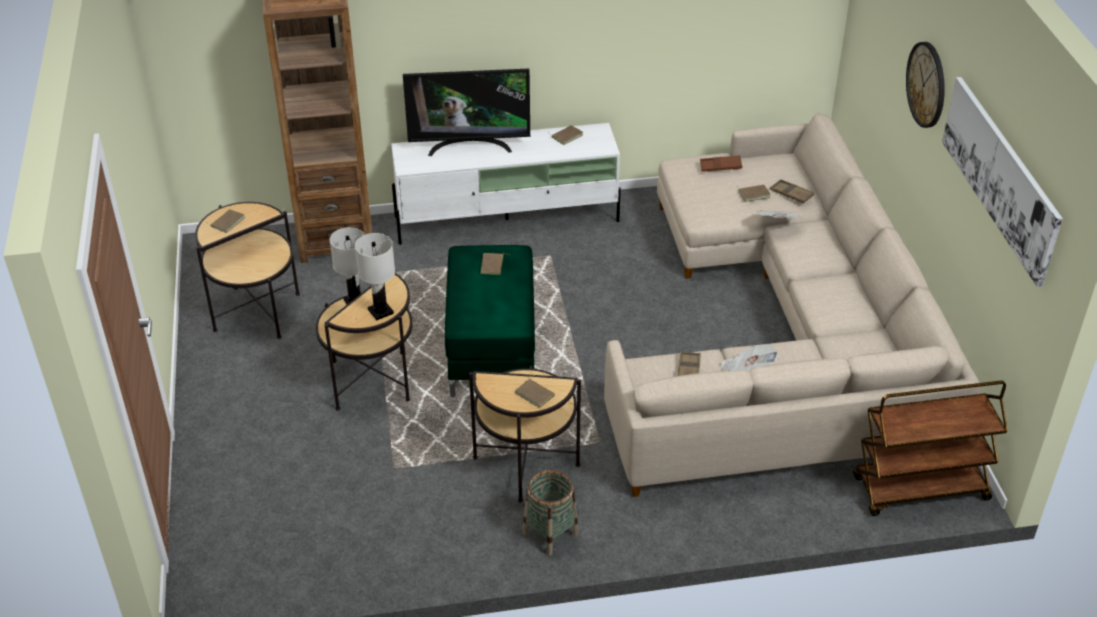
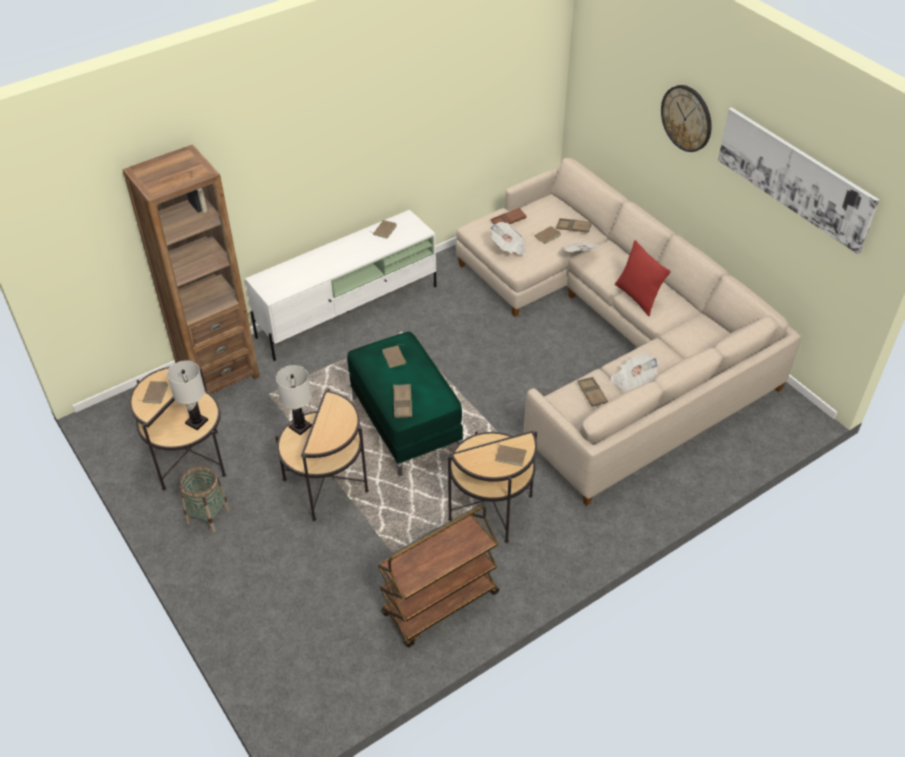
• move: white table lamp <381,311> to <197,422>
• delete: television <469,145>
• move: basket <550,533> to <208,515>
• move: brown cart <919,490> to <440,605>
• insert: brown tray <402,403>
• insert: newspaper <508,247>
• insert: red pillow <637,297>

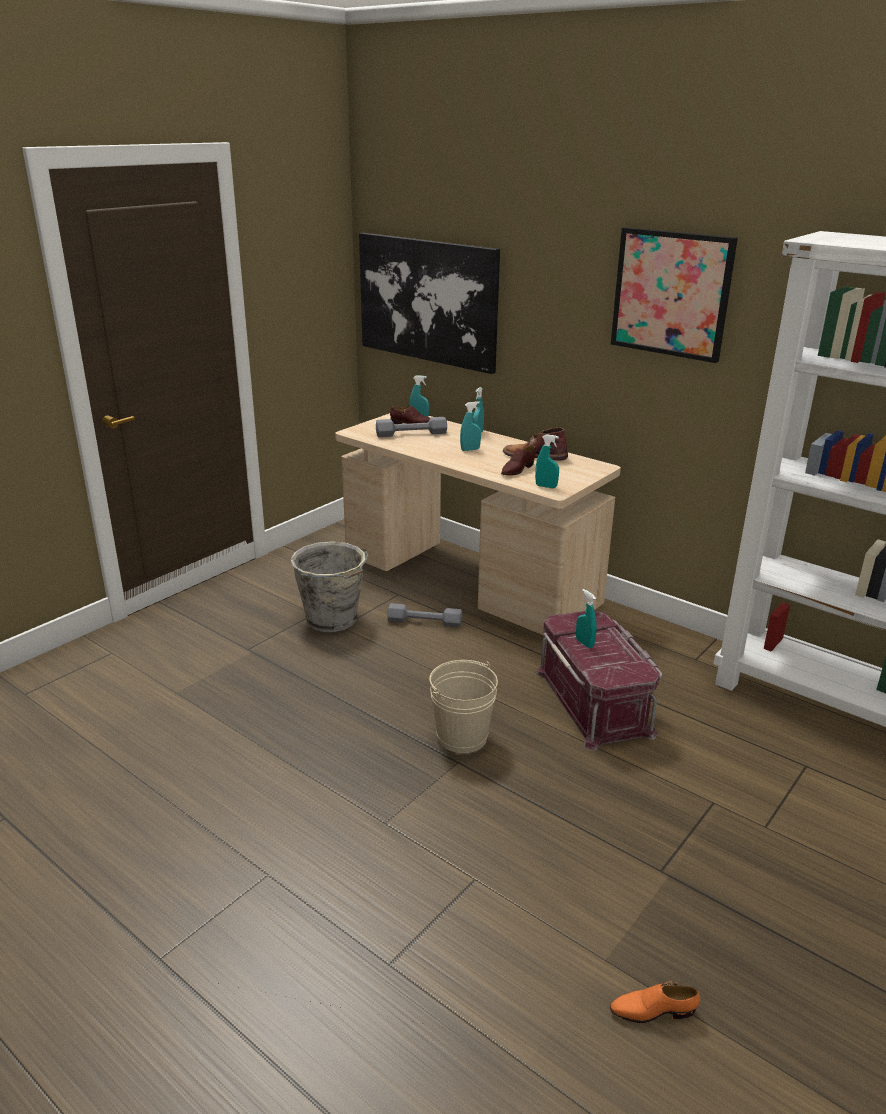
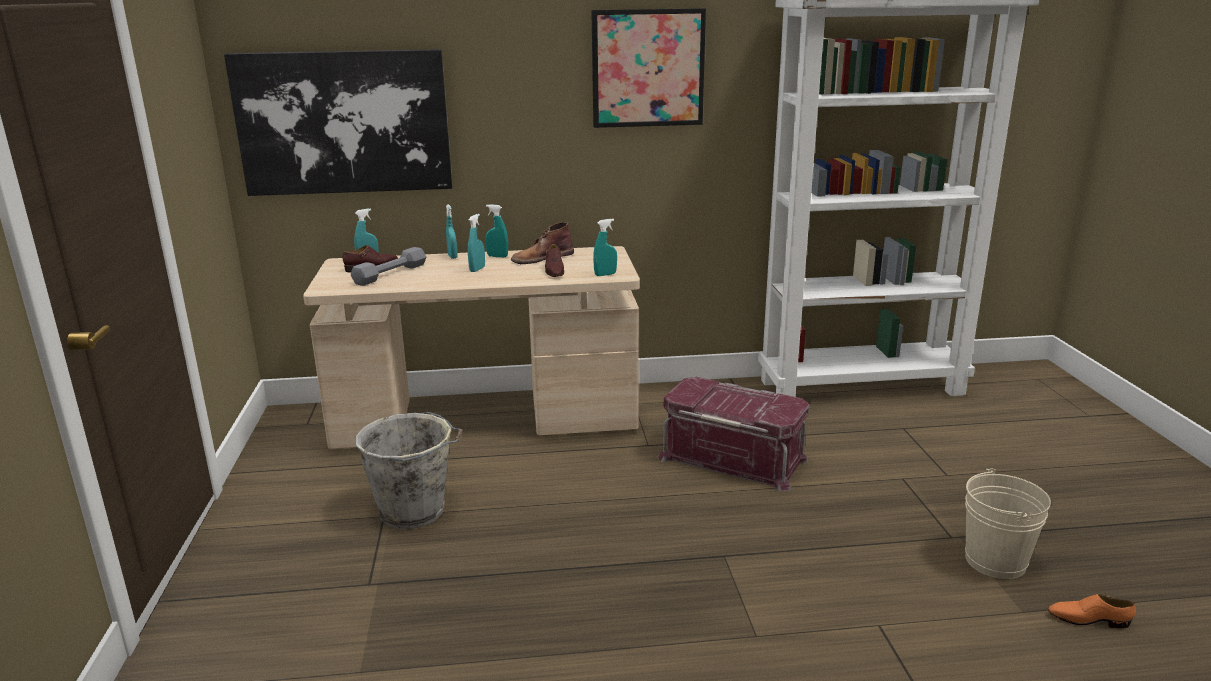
• delete: grey dumbbell <425,622>
• move: beige bucket <462,736> to <995,561>
• move: turquoise spray bottle <584,643> to <497,256>
• rotate: orange shoe <652,1010> = <1088,619> 60 degrees clockwise

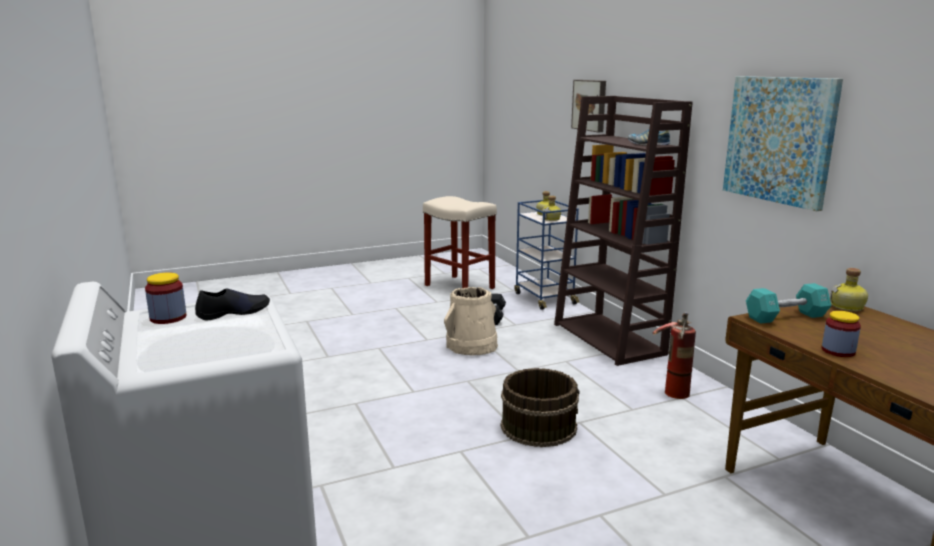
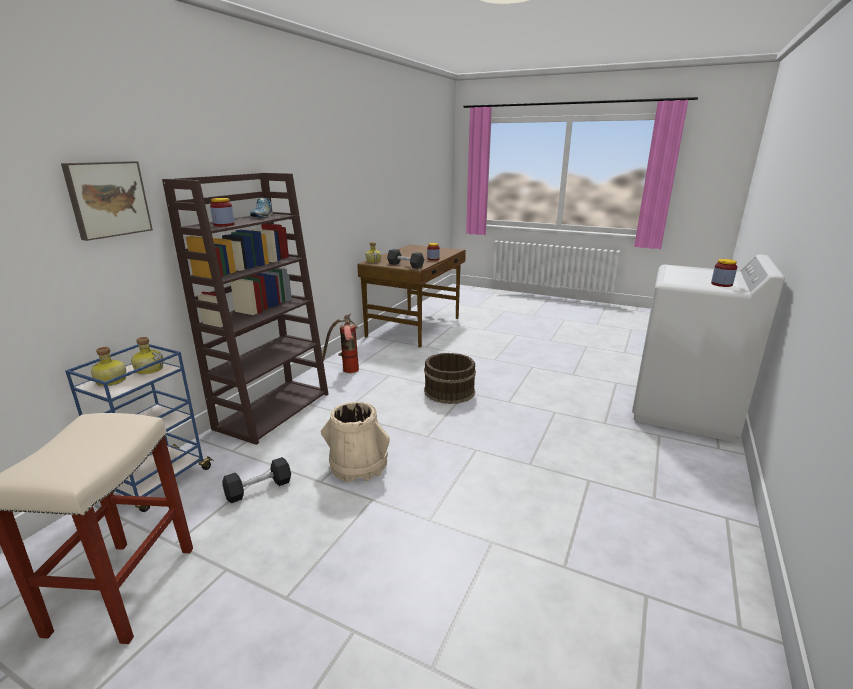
• delete: black shoe <233,312>
• delete: picture <779,140>
• recolor: turquoise dumbbell <786,317> to black dumbbell <405,265>
• insert: jar <224,225>

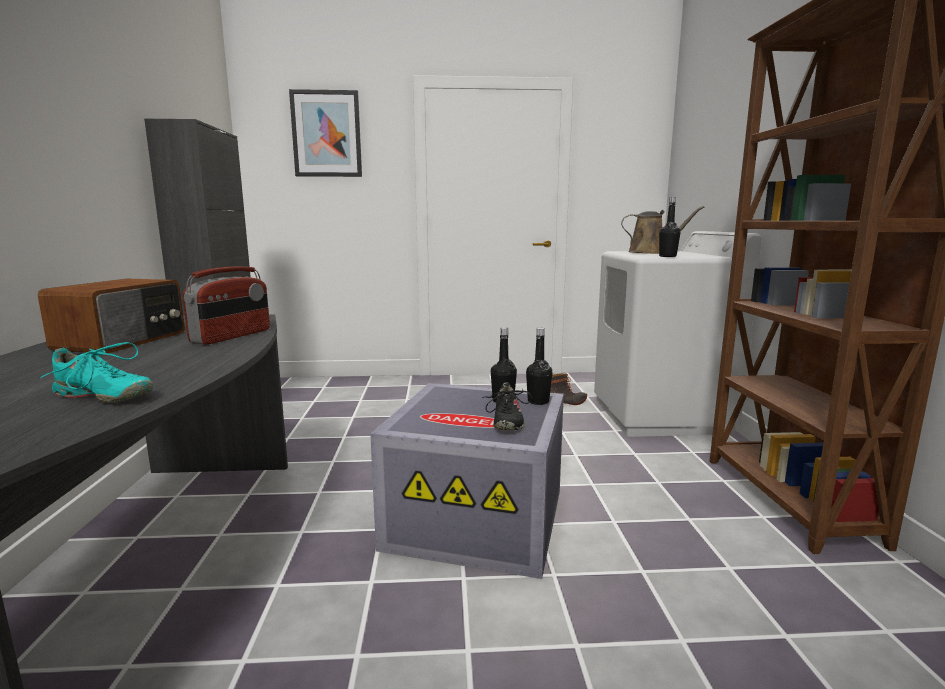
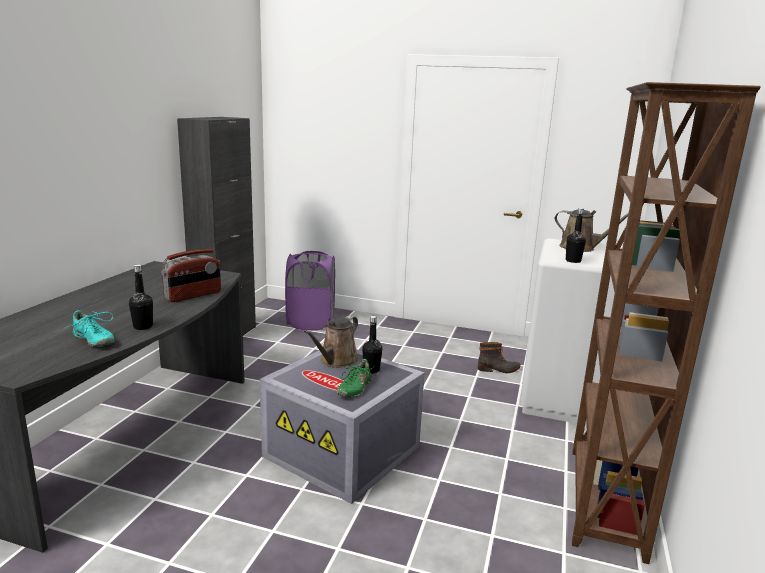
• delete: radio <124,341>
• delete: picture <326,134>
• recolor: black shoe <506,421> to green shoe <354,388>
• move: black bottle <538,401> to <143,326>
• insert: purple laundry basket <311,322>
• insert: brown watering can <336,361>

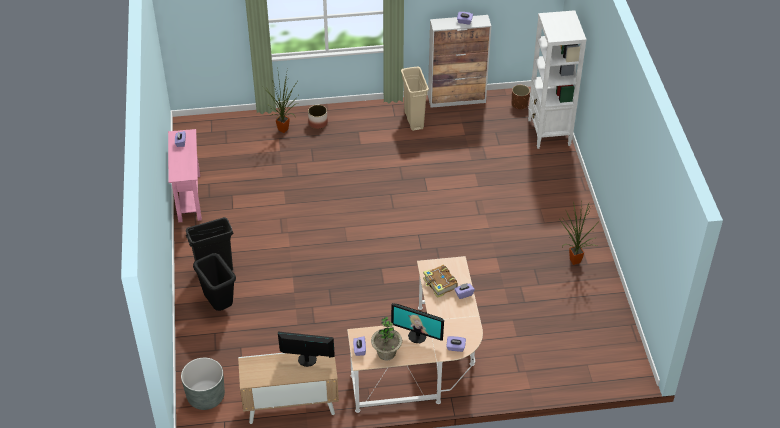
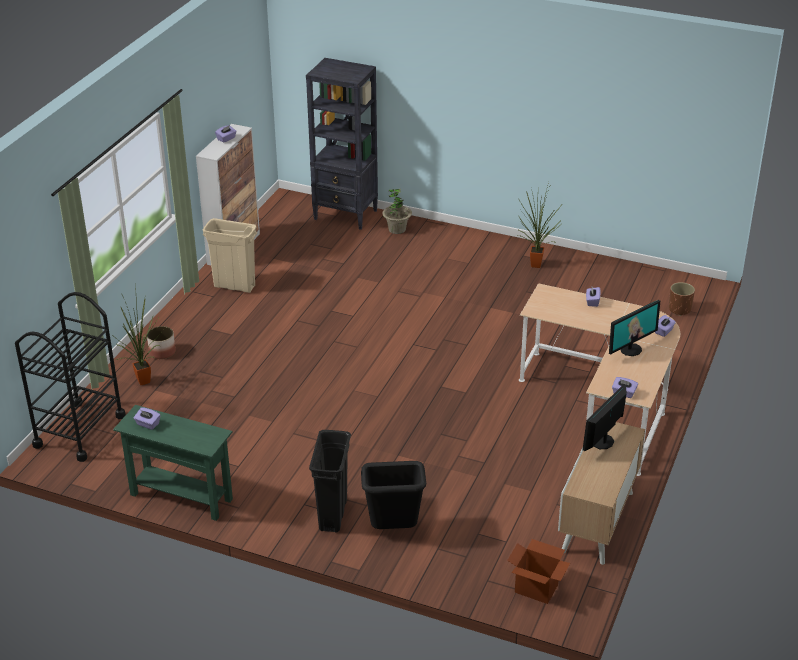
• recolor: pink console table <189,198> to green console table <181,497>
• replace: grey planter <206,396> to cardboard box <536,589>
• move: potted plant <386,353> to <397,229>
• delete: book <440,284>
• move: brown planter <519,104> to <679,309>
• recolor: white bookcase <549,133> to black bookcase <346,215>
• insert: black cart <79,431>

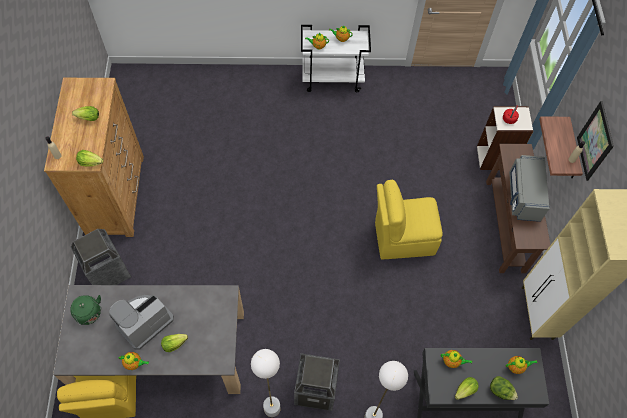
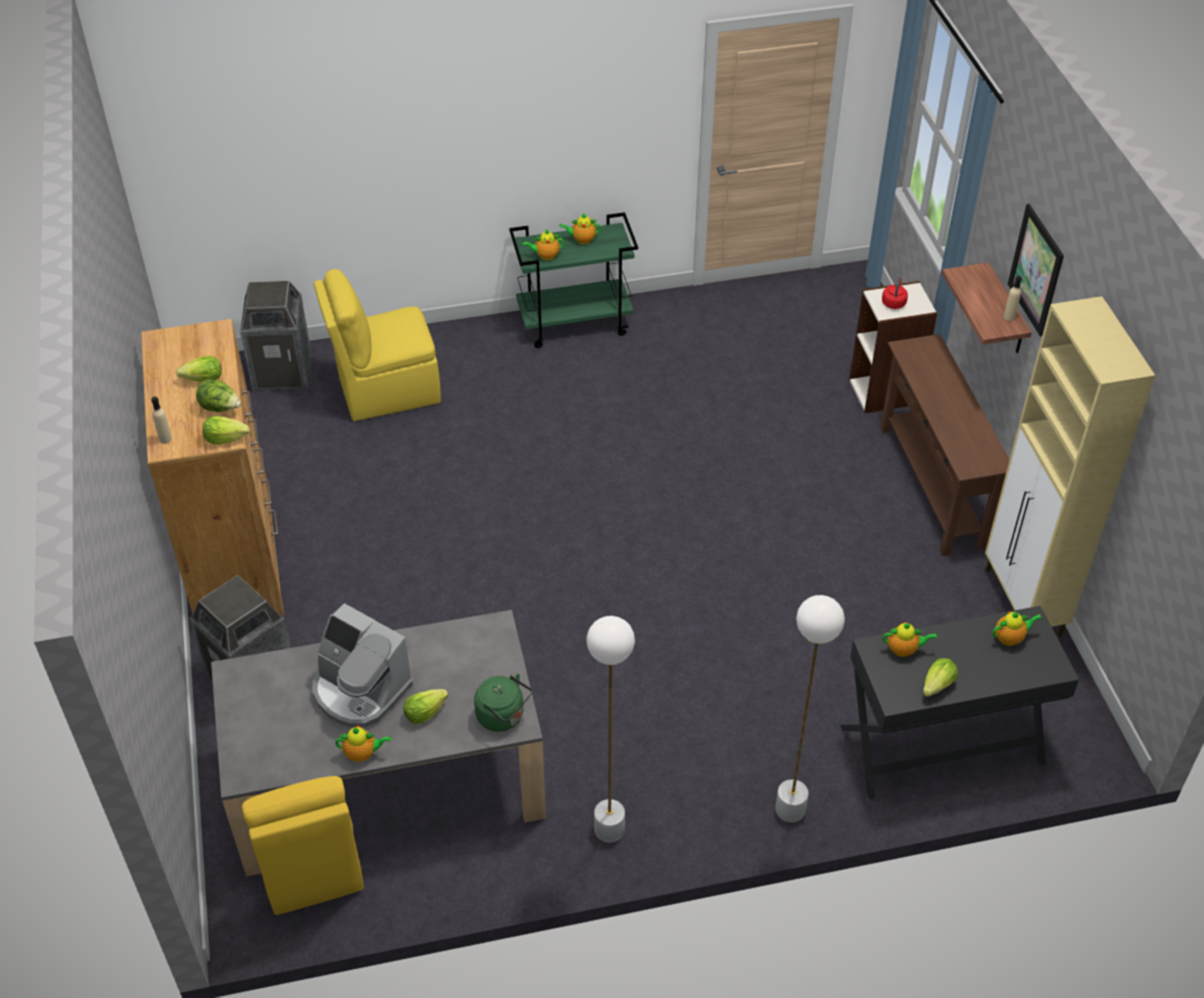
• move: green kettle <90,314> to <503,717>
• rotate: coffee machine <143,321> = <360,690> 90 degrees counterclockwise
• move: trash can <316,389> to <283,372>
• recolor: white cart <333,79> to green cart <575,323>
• move: yellow chair <402,238> to <386,390>
• move: lettuce <500,391> to <220,408>
• delete: grey microwave <523,195>

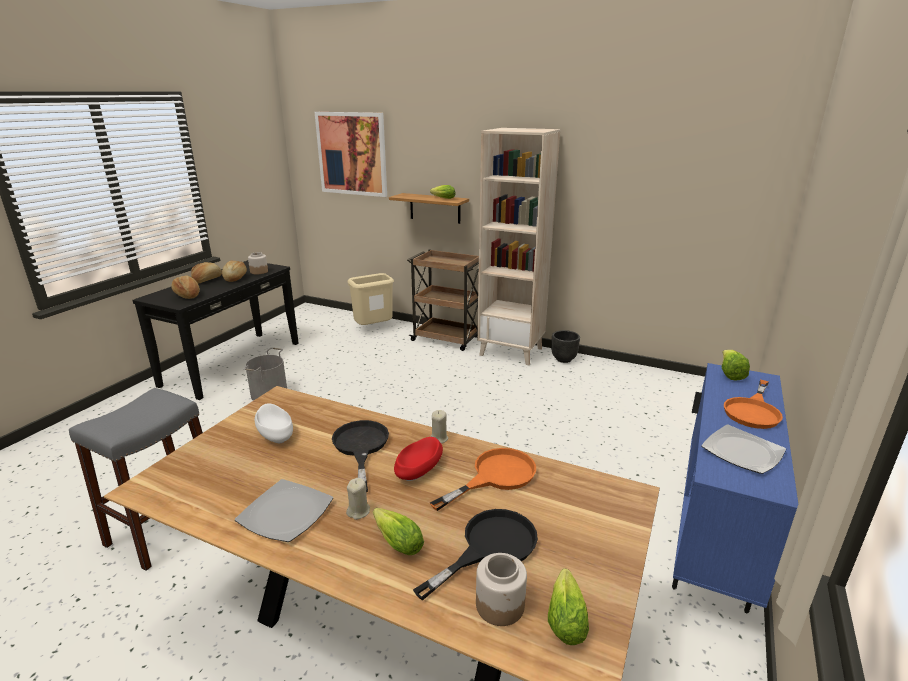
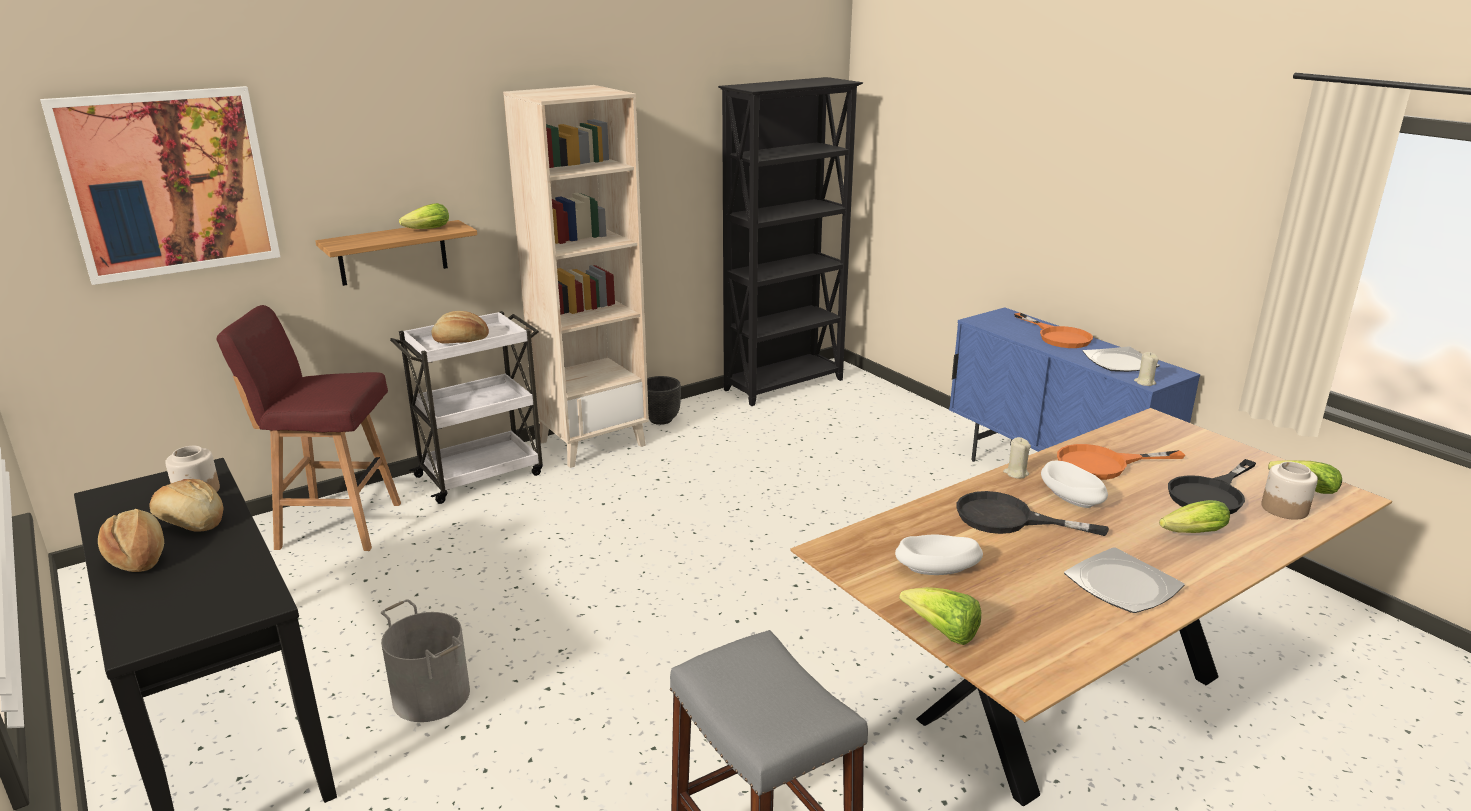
• move: bread <187,295> to <461,340>
• move: beige candle <358,511> to <1144,382>
• replace: beige trash can <374,329> to red stool <336,525>
• recolor: red bowl <419,469> to white bowl <1072,496>
• recolor: brown cart <447,339> to white cart <482,474>
• rotate: black frying pan <489,547> = <1211,494> 120 degrees counterclockwise
• rotate: orange frying pan <495,476> = <1103,464> 90 degrees counterclockwise
• move: lettuce <730,374> to <942,632>
• insert: black bookcase <785,385>

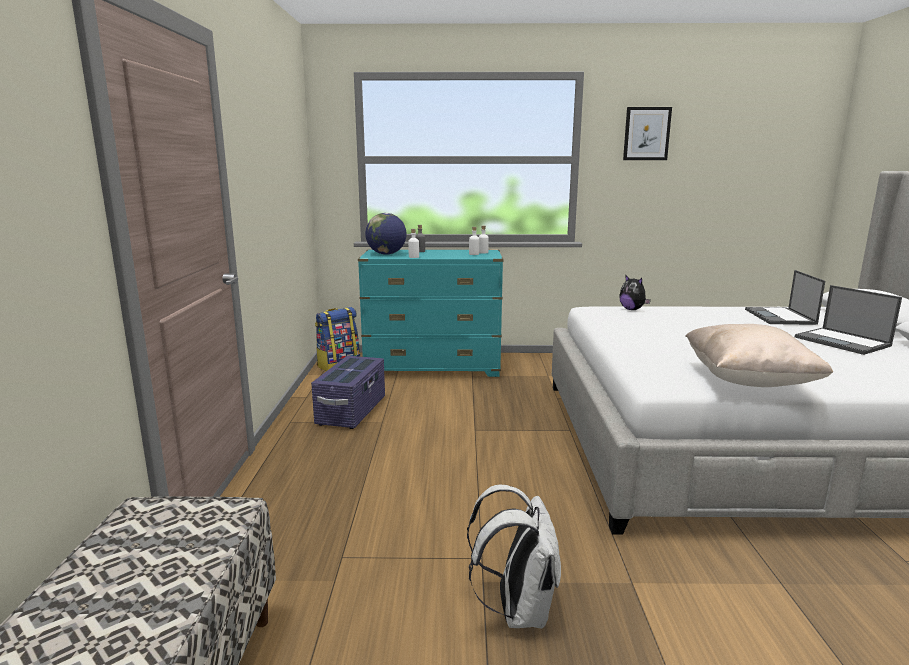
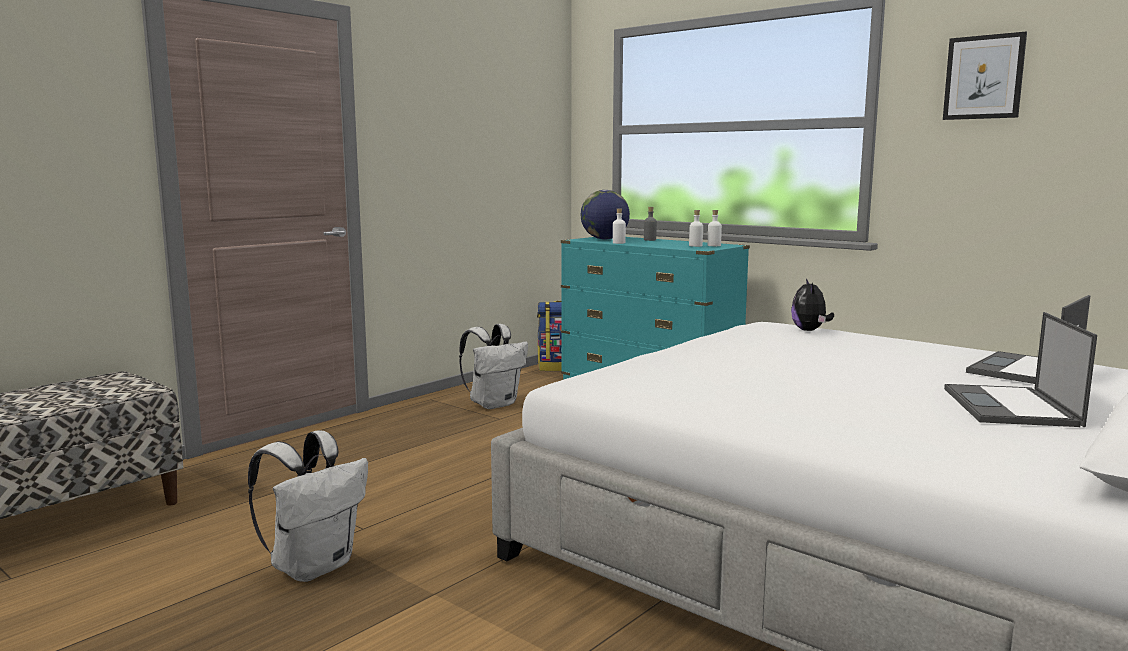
• replace: purple storage box <352,411> to white backpack <494,404>
• delete: beige pillow <748,380>

